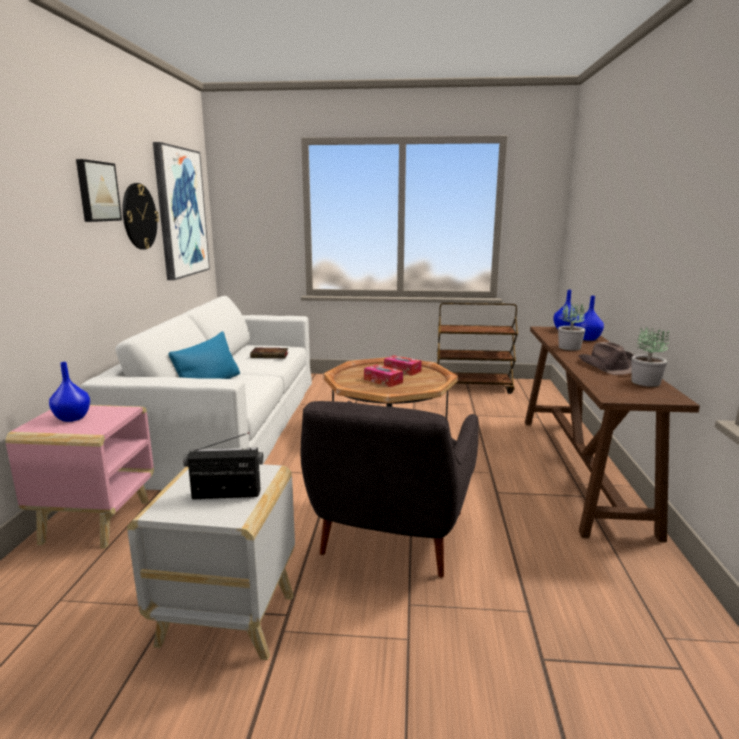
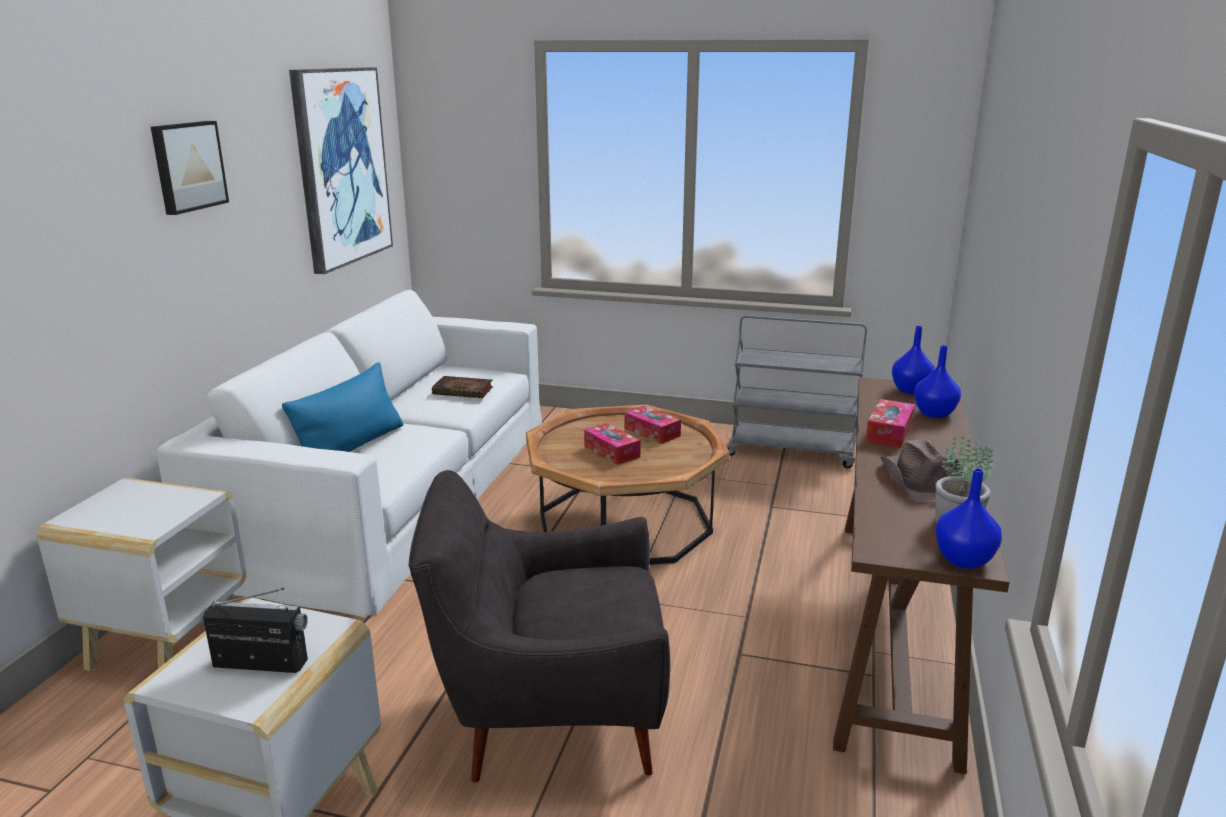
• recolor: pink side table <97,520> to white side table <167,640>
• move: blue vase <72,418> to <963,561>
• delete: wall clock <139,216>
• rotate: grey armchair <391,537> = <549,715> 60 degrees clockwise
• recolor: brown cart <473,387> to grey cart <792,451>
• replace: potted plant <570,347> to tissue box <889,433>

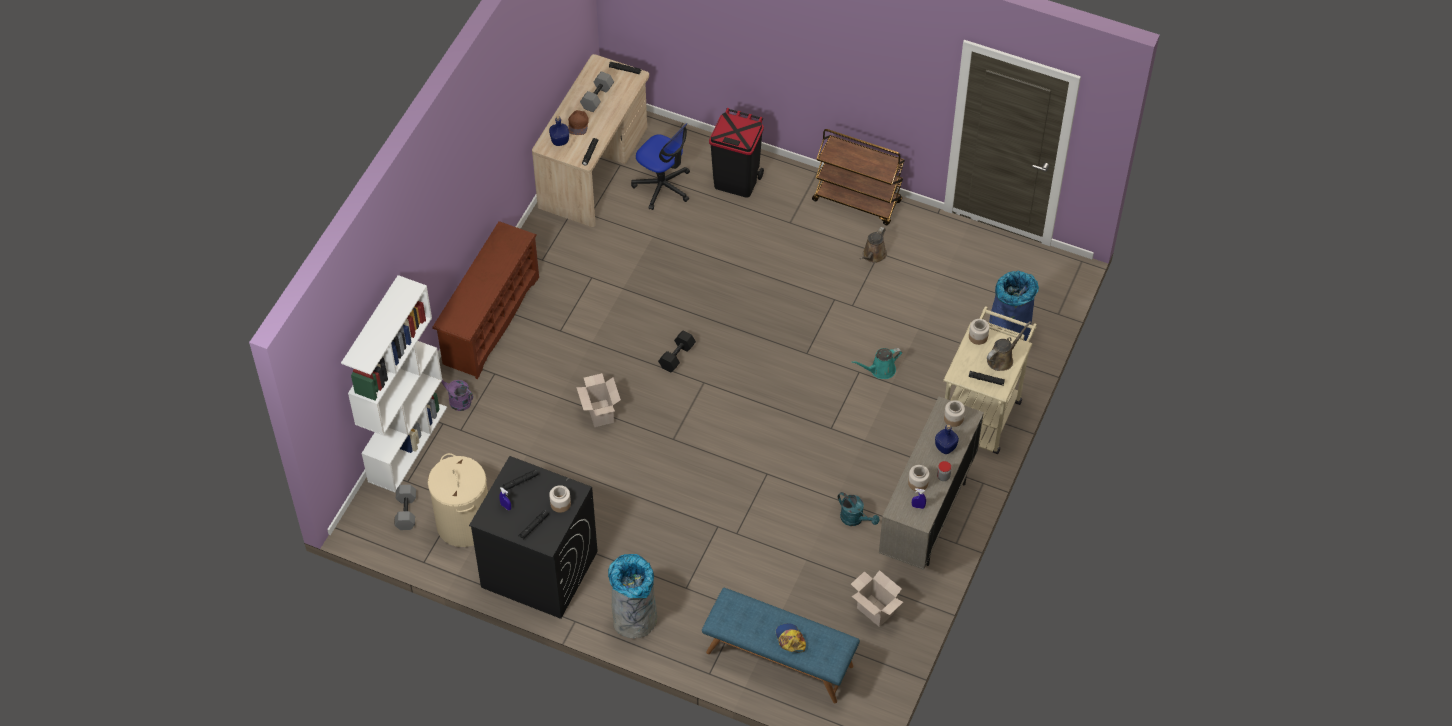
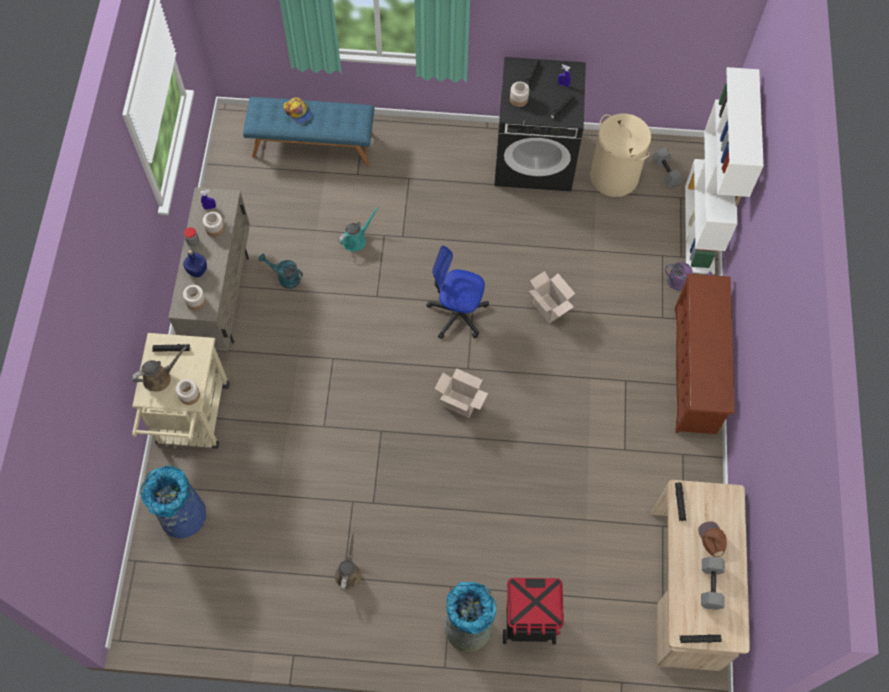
• delete: blue bottle <560,141>
• move: grey trash can <634,618> to <468,627>
• move: office chair <663,186> to <457,313>
• delete: black dumbbell <677,357>
• delete: brown cart <857,201>
• move: cardboard box <873,610> to <461,403>
• move: turquoise watering can <880,370> to <356,240>
• rotate: brown watering can <1002,359> = <159,377> 150 degrees counterclockwise

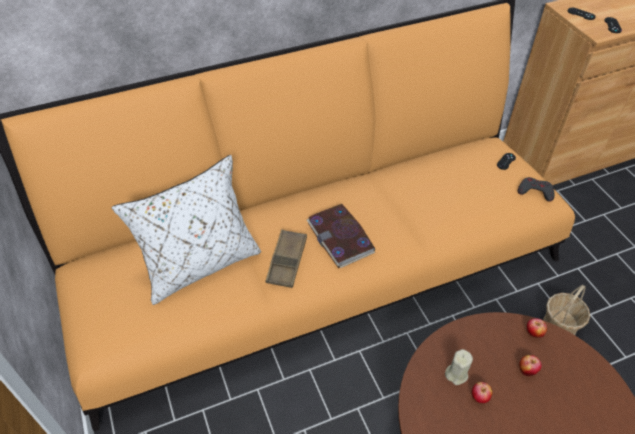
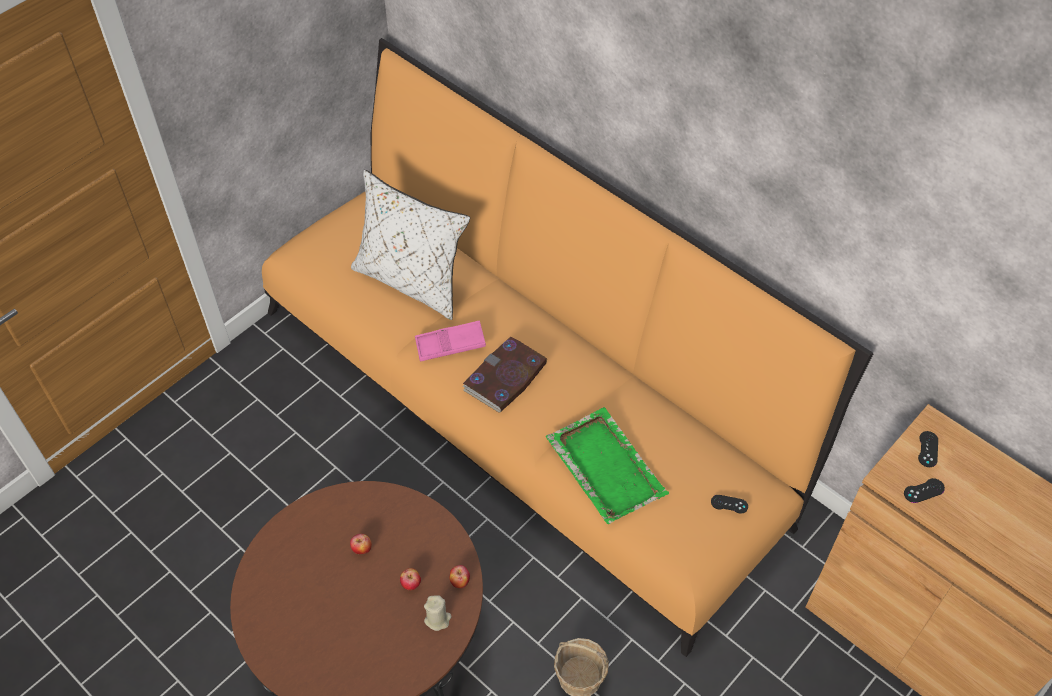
• recolor: brown tray <287,261> to pink tray <450,344>
• move: beige candle <456,374> to <437,619>
• delete: grey game controller <535,191>
• insert: green tray <605,466>

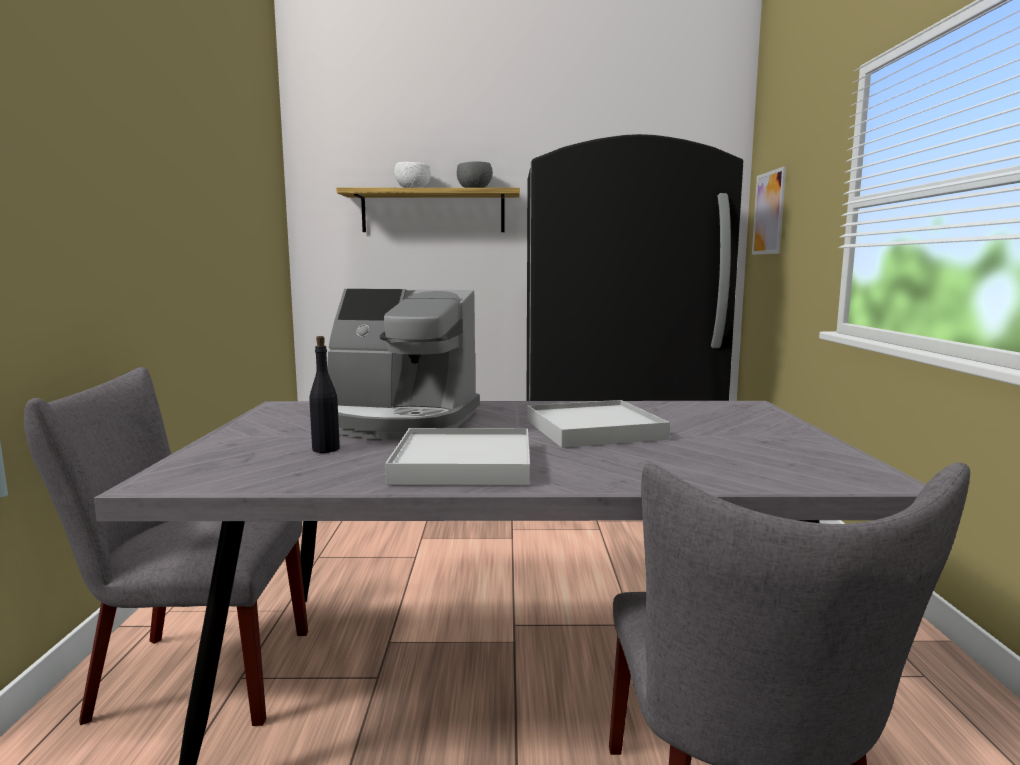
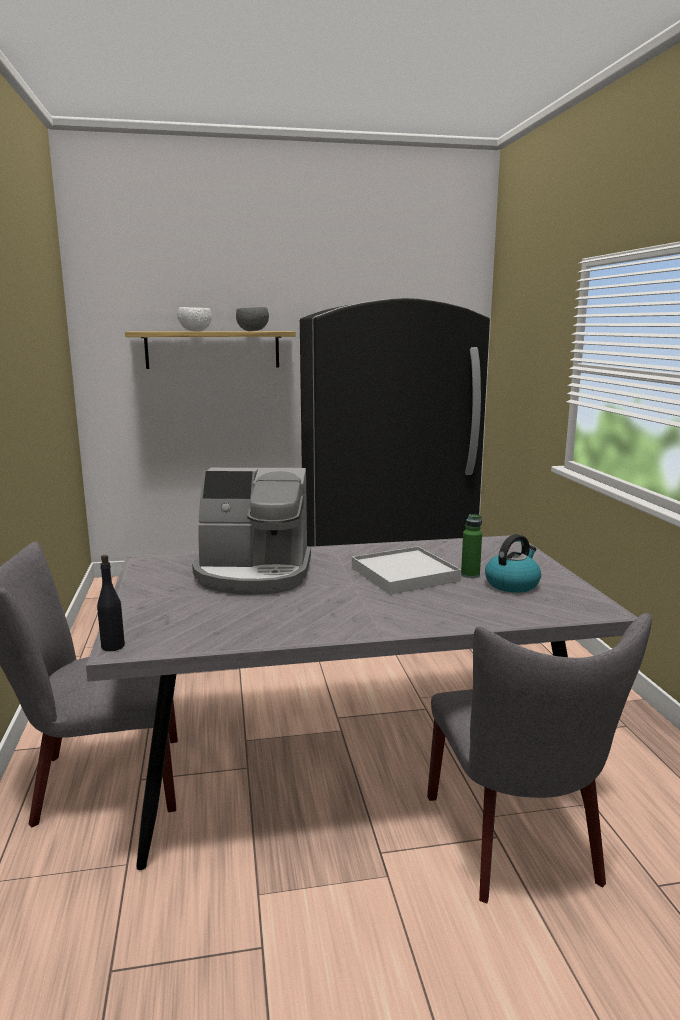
• move: black bottle <326,449> to <113,646>
• delete: white tray <463,464>
• delete: picture <769,213>
• insert: green bottle <470,575>
• insert: kettle <512,584>

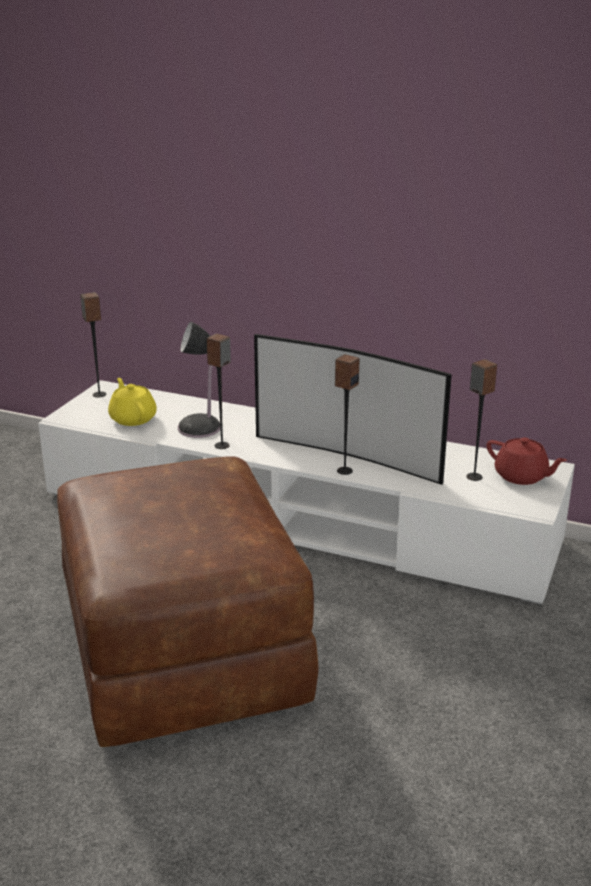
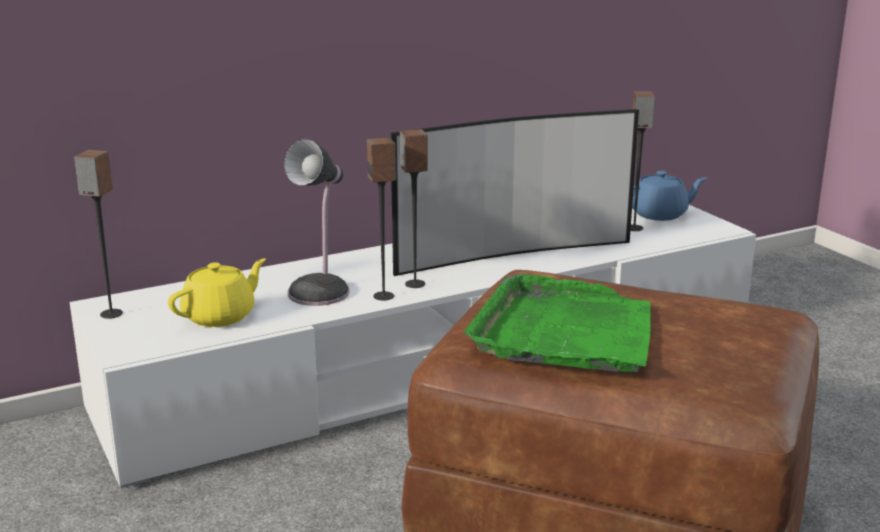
• rotate: yellow teapot <133,418> = <220,316> 120 degrees clockwise
• move: speaker <344,471> to <414,284>
• recolor: red teapot <521,476> to blue teapot <660,214>
• insert: green tray <565,332>

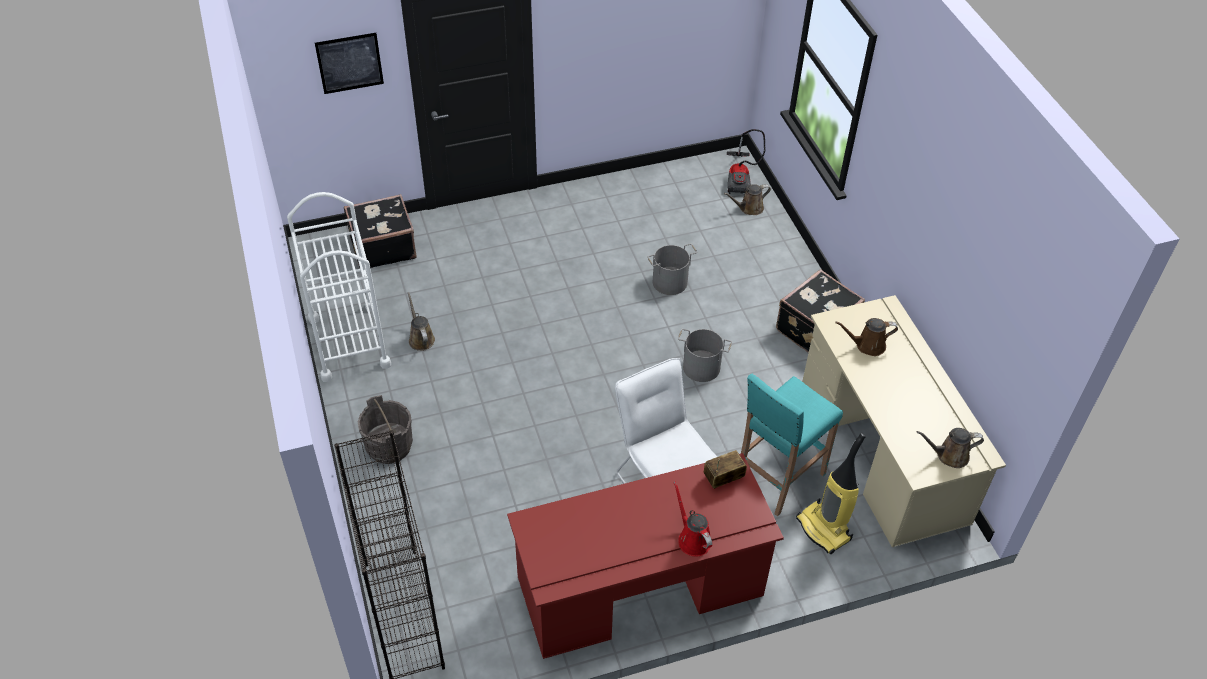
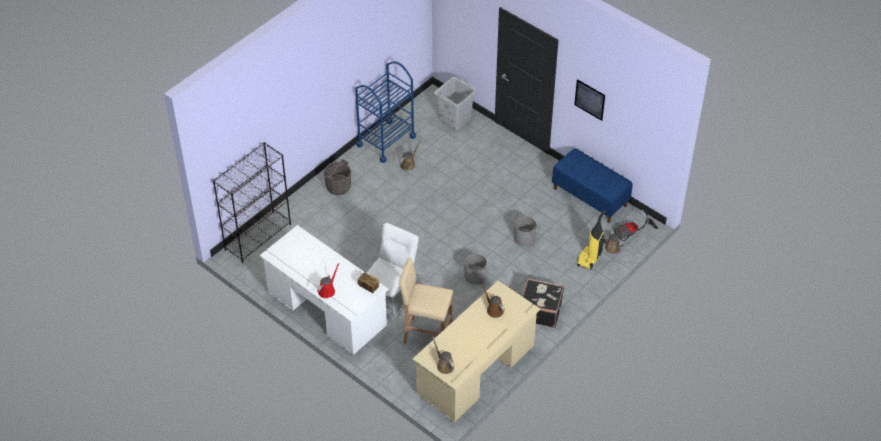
• recolor: white cart <349,342> to blue cart <386,141>
• move: picture <349,63> to <589,99>
• replace: black suitcase <382,247> to grey laundry basket <454,119>
• recolor: red desk <640,588> to white desk <326,309>
• recolor: turquoise stool <777,478> to beige stool <426,334>
• move: vacuum cleaner <824,529> to <589,259>
• insert: blue bench <590,197>

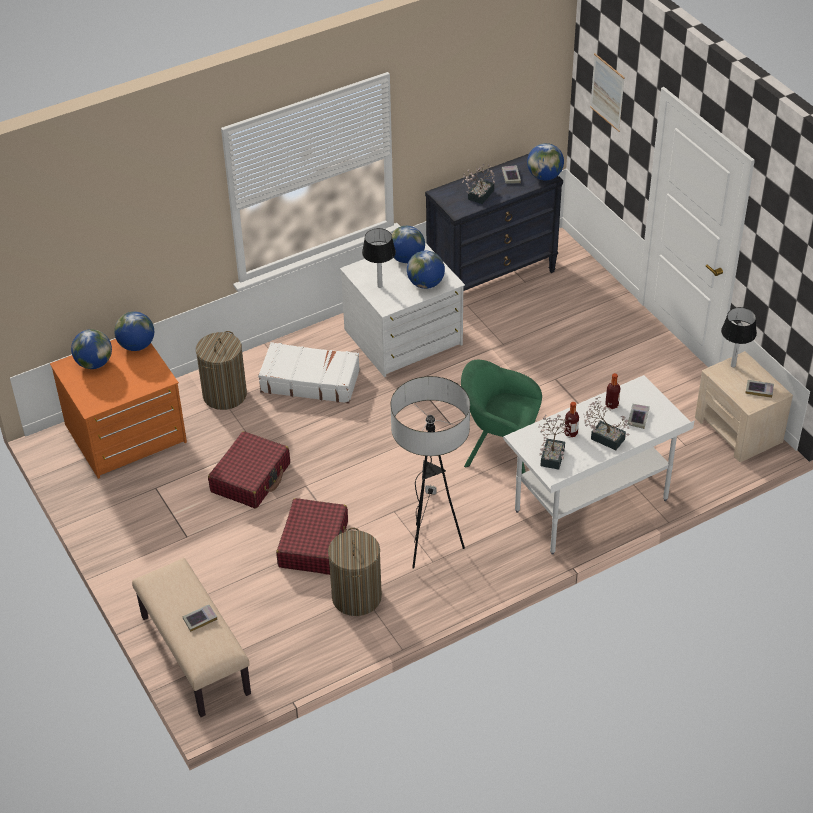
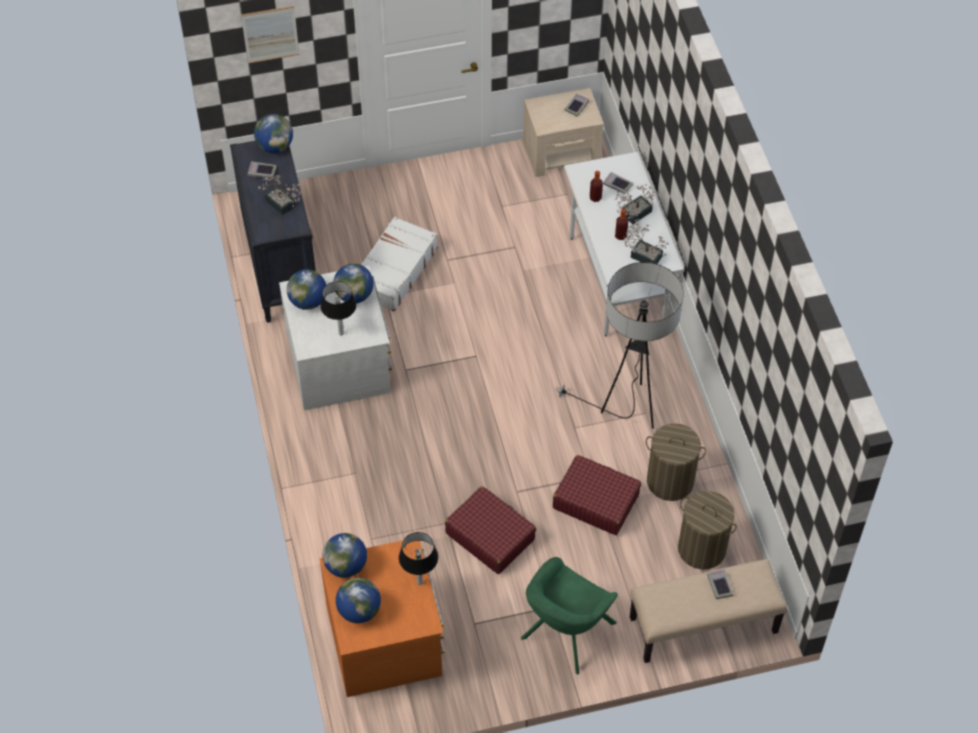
• move: laundry basket <224,394> to <701,548>
• move: white suitcase <310,381> to <393,271>
• move: green armchair <499,451> to <565,634>
• move: table lamp <732,365> to <419,582>

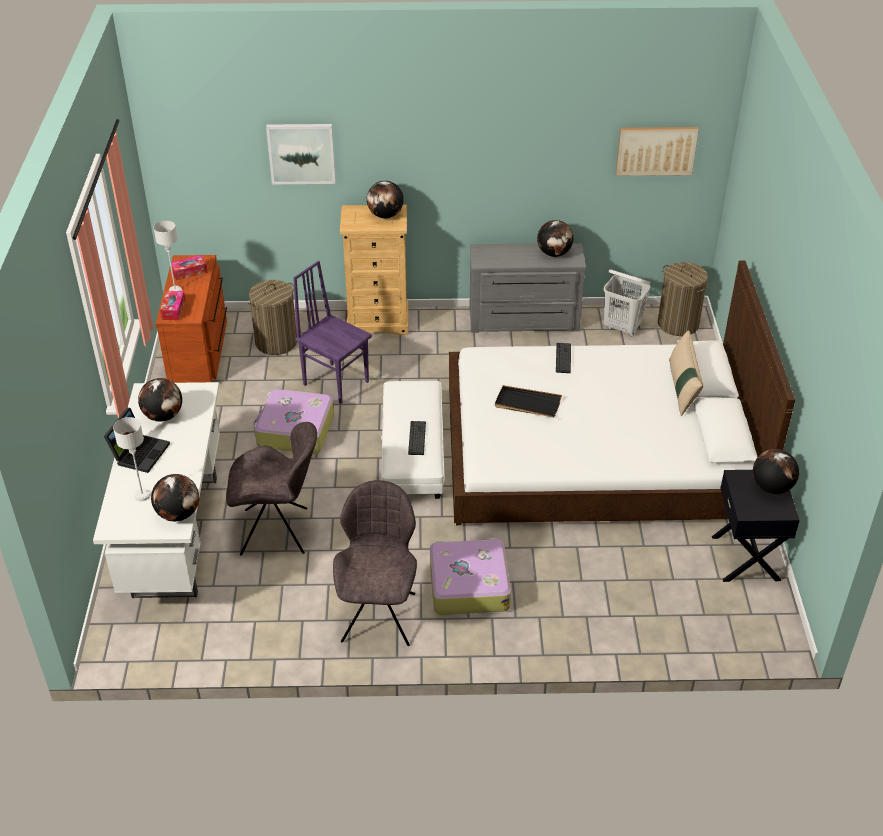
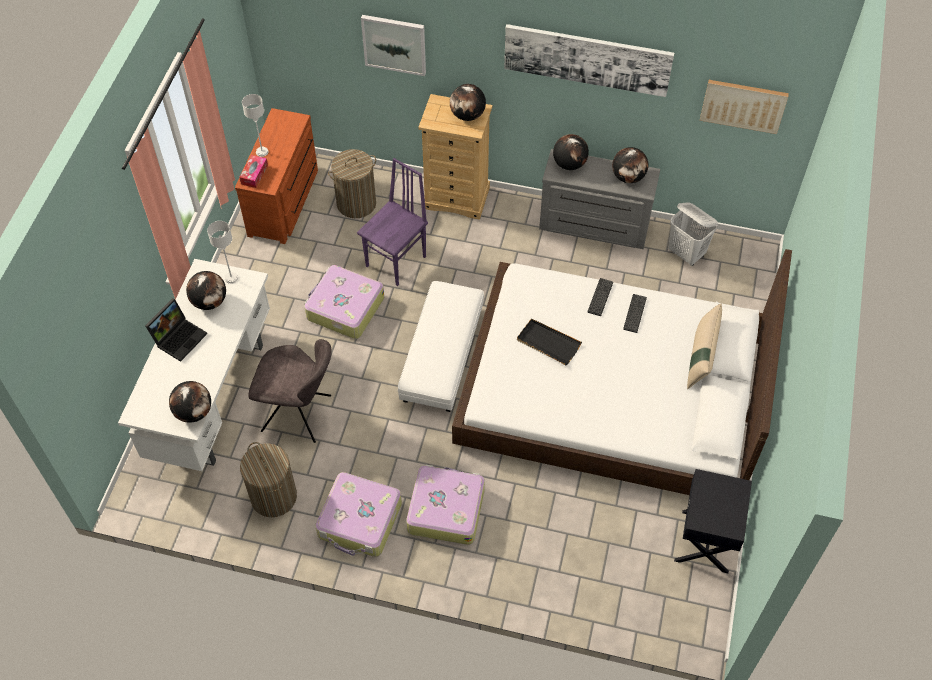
• move: grey table lamp <142,495> to <231,278>
• delete: tissue box <189,272>
• rotate: purple chair <336,382> = <397,261> 75 degrees clockwise
• replace: grey chair <379,614> to suitcase <360,521>
• move: keyboard <417,438> to <635,313>
• move: laundry basket <678,324> to <273,496>
• move: globe <771,487> to <569,164>
• insert: picture <587,59>

